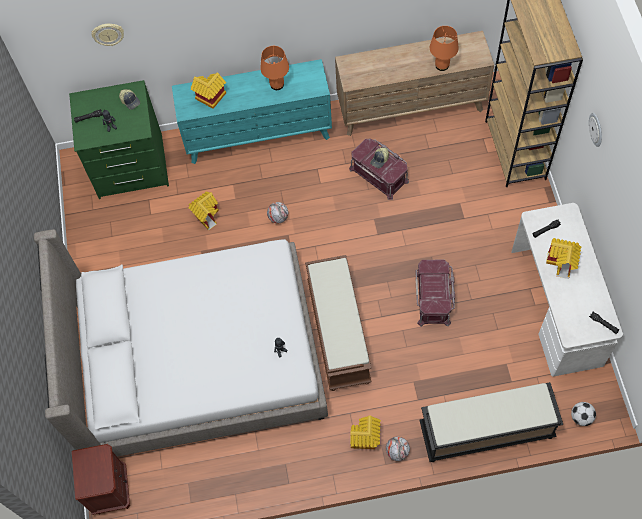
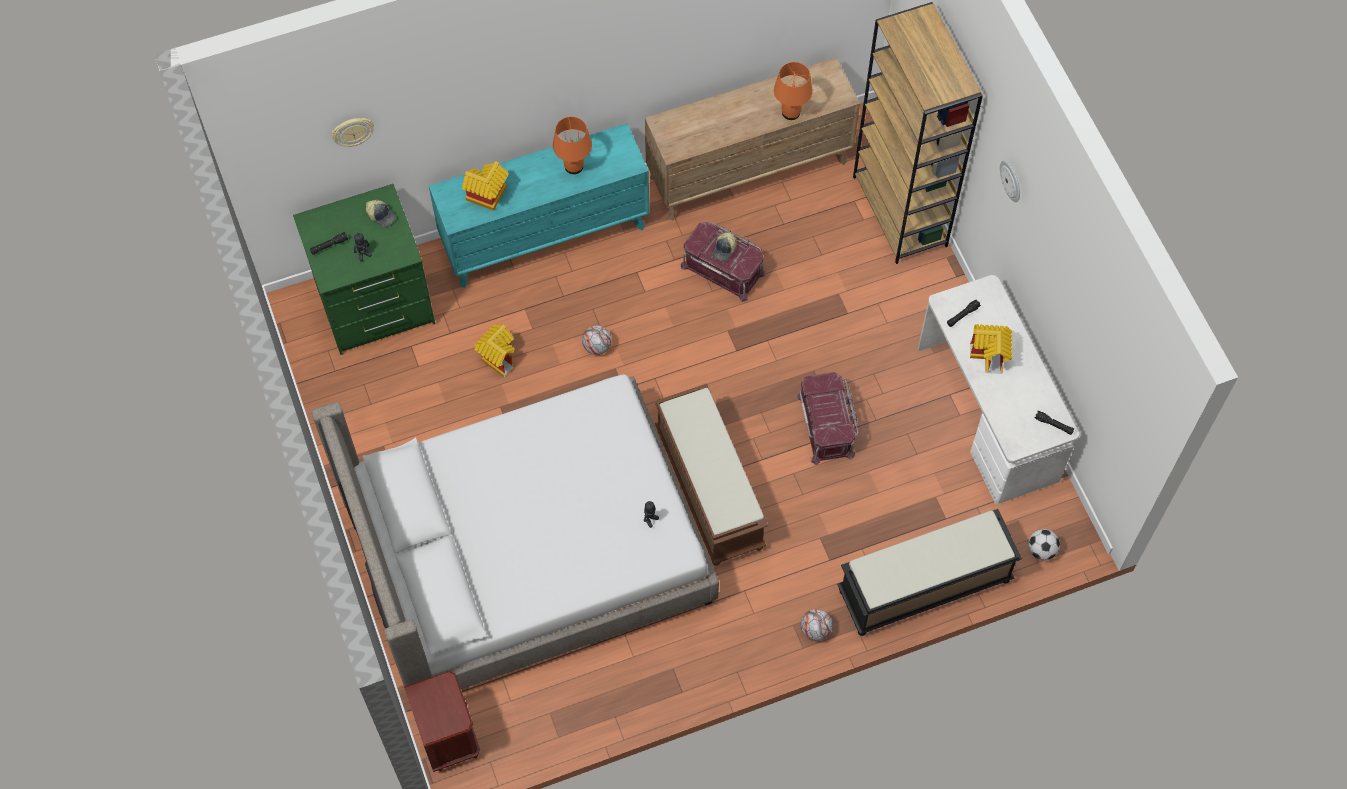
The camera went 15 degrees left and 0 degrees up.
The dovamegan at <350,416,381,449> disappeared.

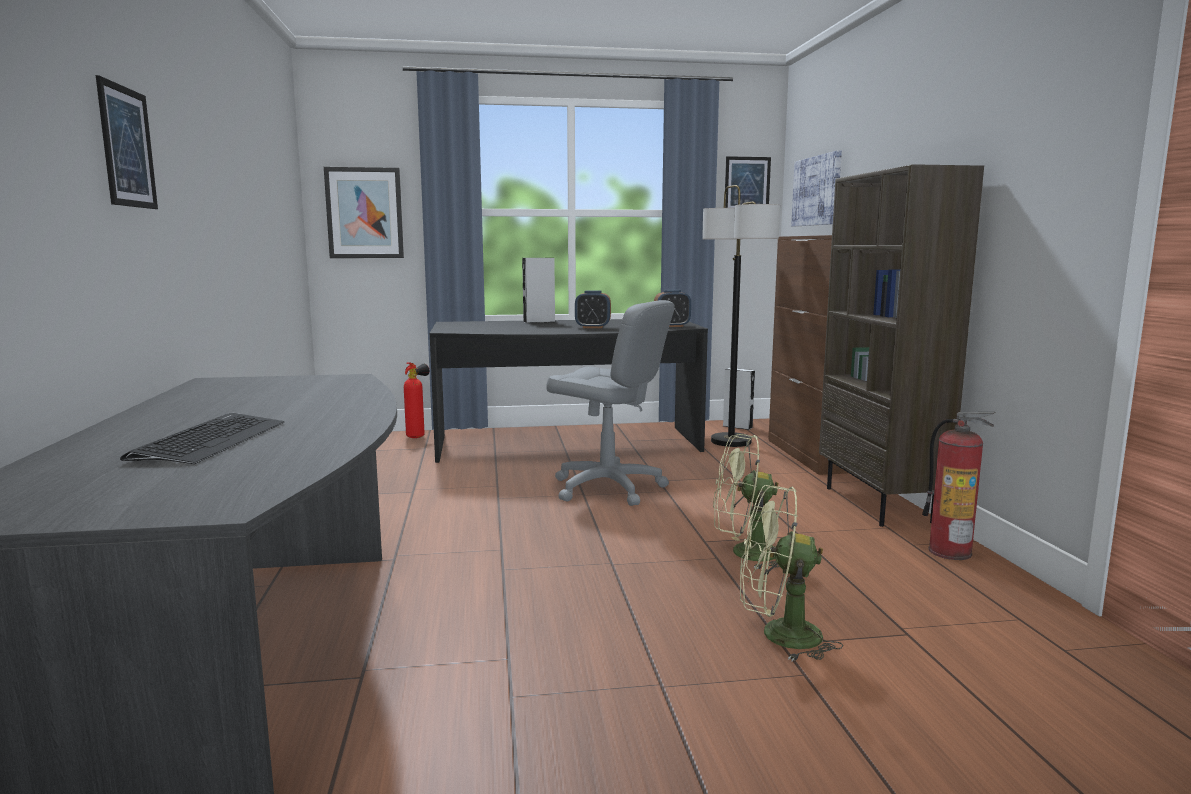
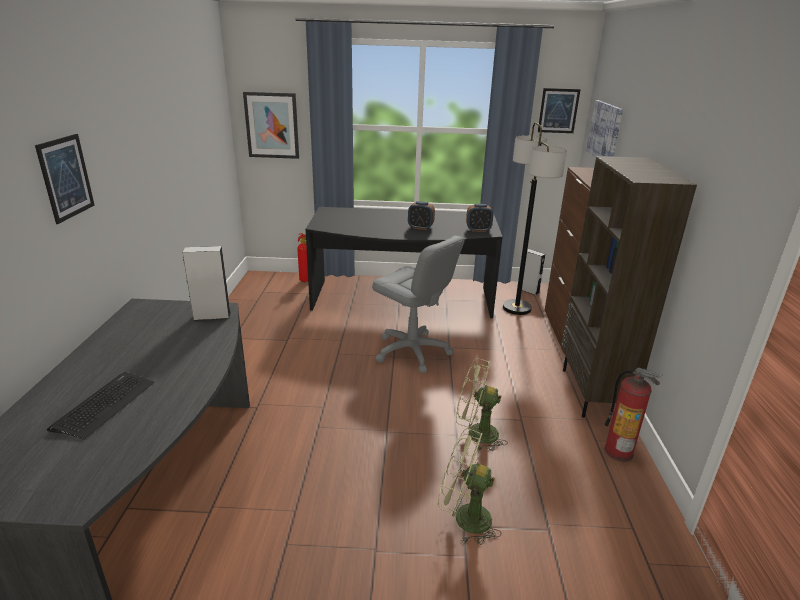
The camera went 10 degrees right and 15 degrees up.
The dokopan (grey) moved from <522,258,555,323> to <182,246,231,321>.

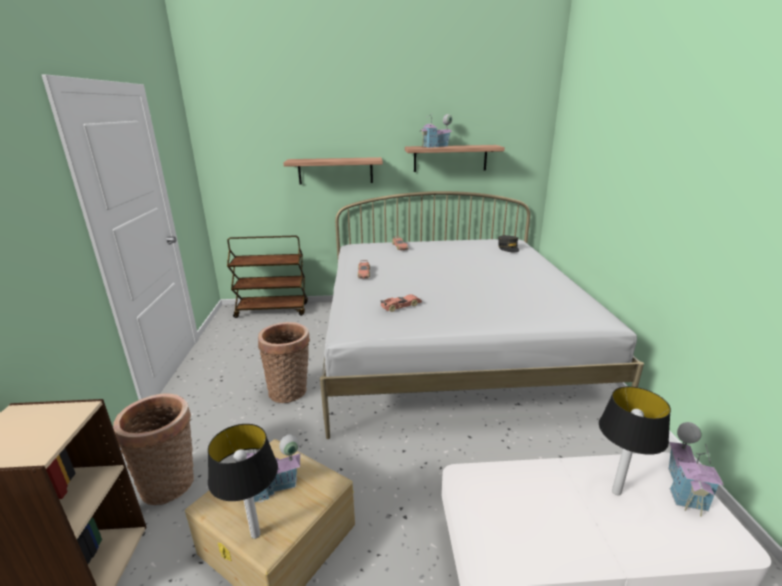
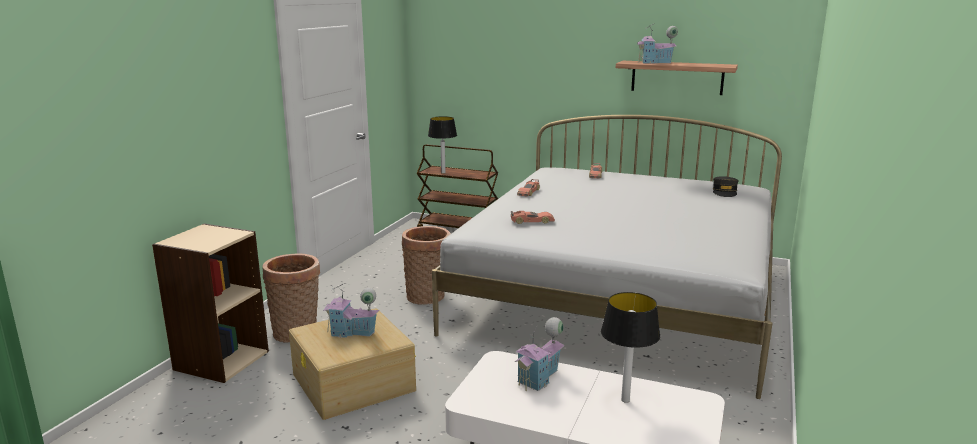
The camera went 25 degrees right and 5 degrees down.
The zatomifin moved from <208,424,278,539> to <428,116,457,174>.
The dovamegan moved from <668,422,724,517> to <515,317,565,391>.
The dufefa at <283,157,383,185> disappeared.

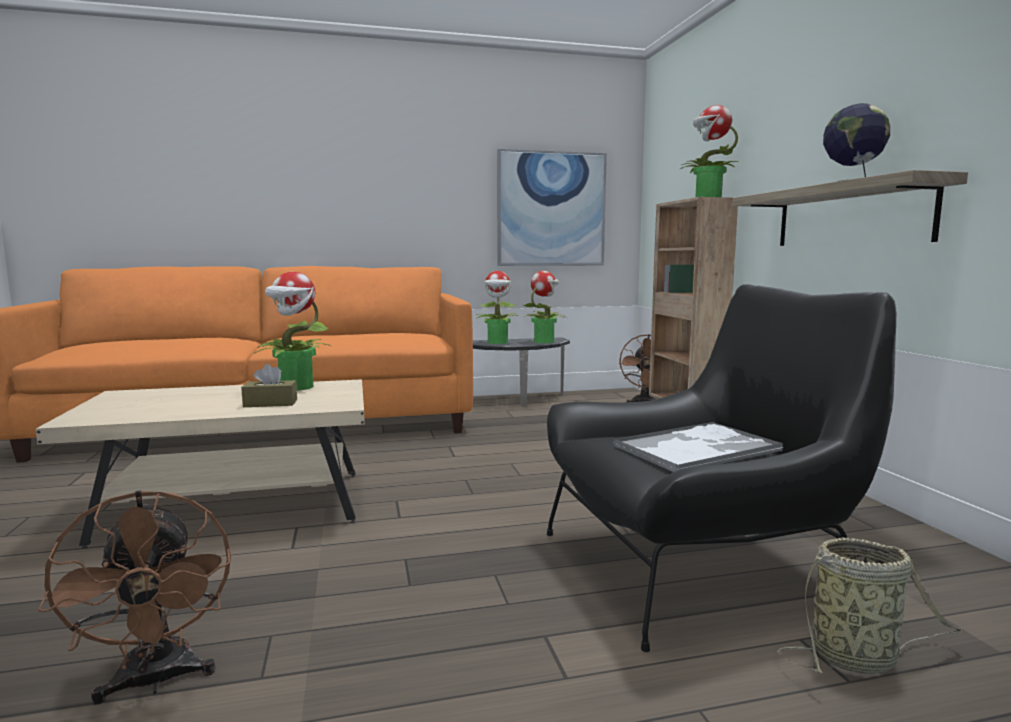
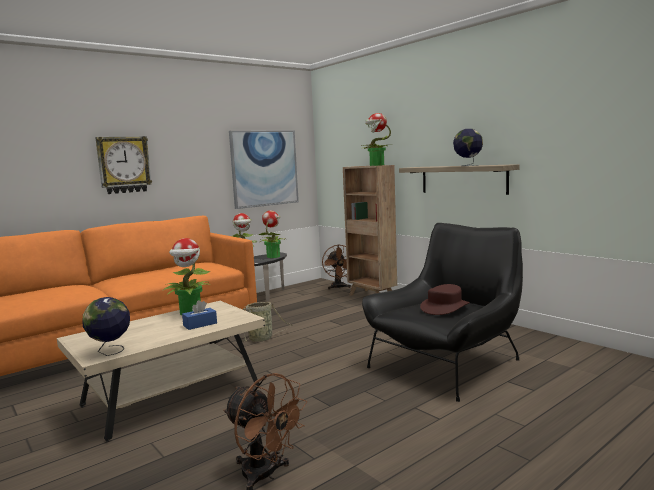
The camera went 25 degrees left and 0 degrees up.
The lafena at <83,297,130,356> appeared.
The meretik at <95,136,152,194> appeared.
The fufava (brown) at <241,364,297,407> became the fufava (blue) at <182,300,217,330>.
The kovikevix moved from <776,537,963,674> to <242,302,293,342>.
The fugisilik at <613,422,784,472> was replaced by the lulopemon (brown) at <420,284,470,315>.

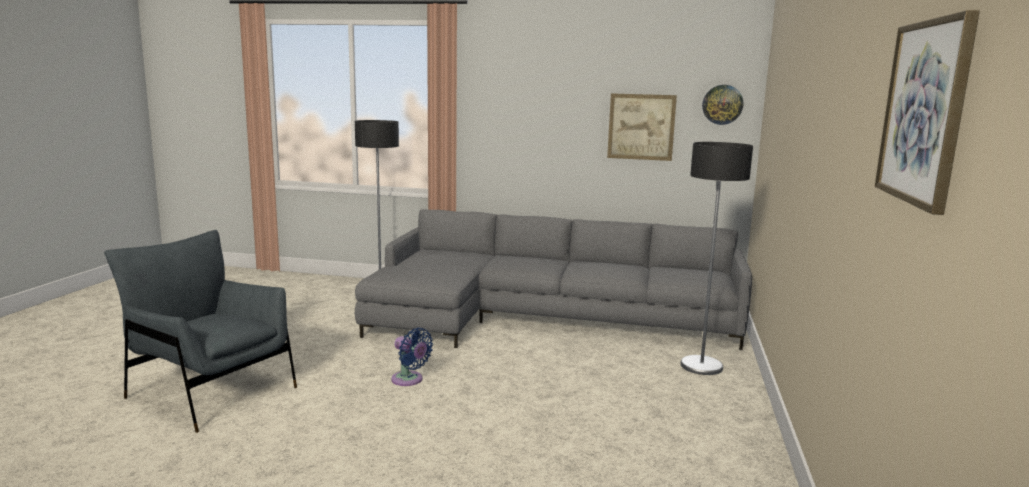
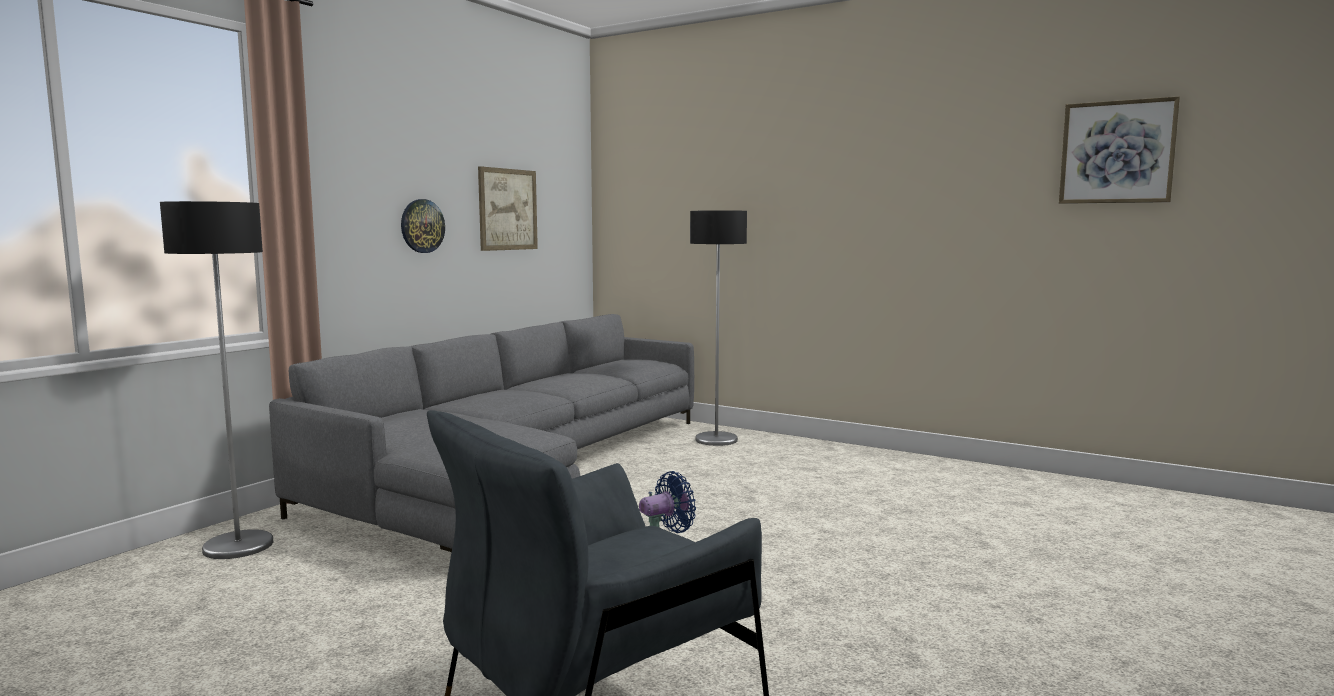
The camera went 70 degrees left and 5 degrees down.
The meretik moved from <702,85,743,125> to <401,199,445,253>.

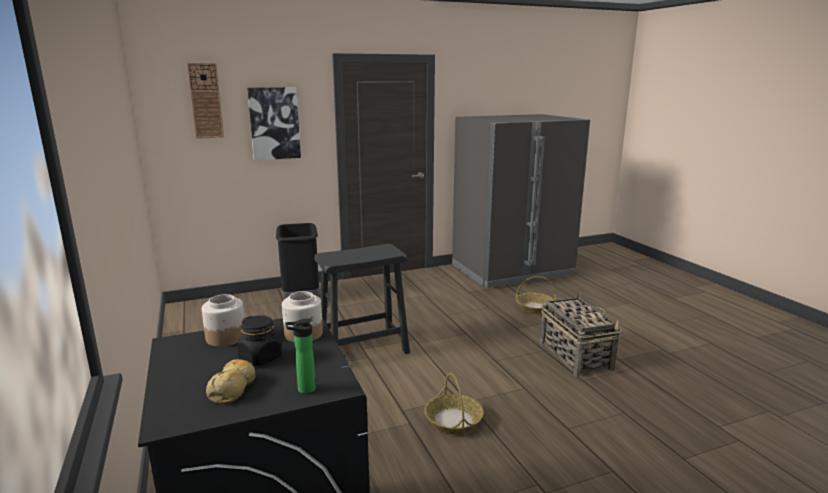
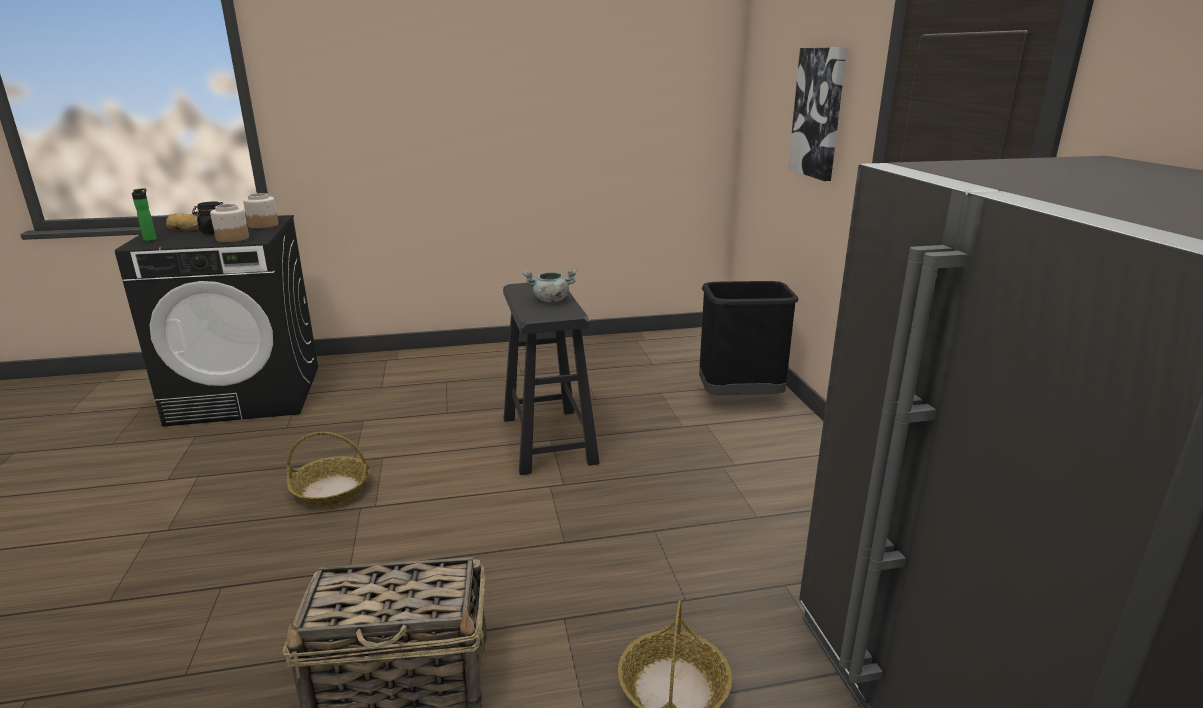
The camera went 100 degrees right and 5 degrees up.
The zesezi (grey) at <523,269,577,302> appeared.
The meretik at <187,63,224,139> disappeared.

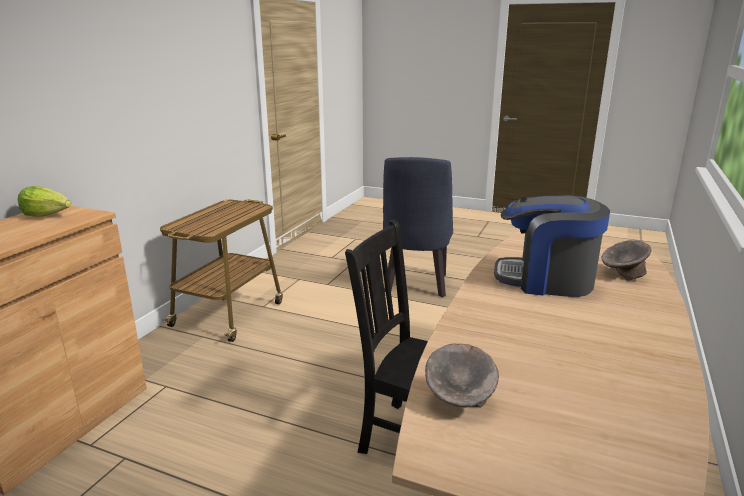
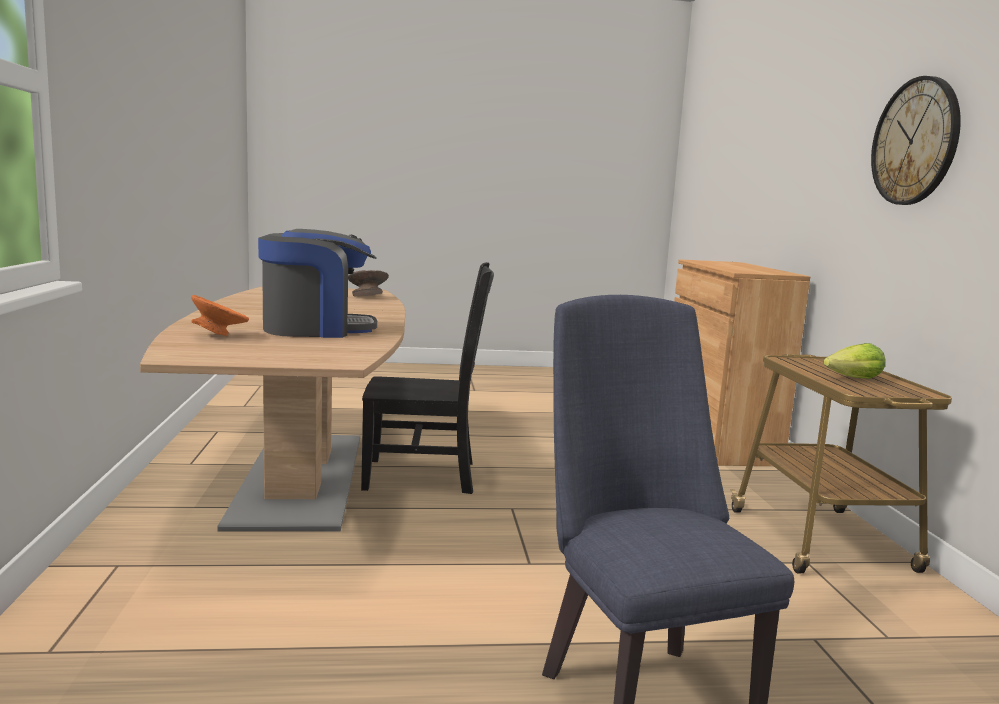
The camera went 150 degrees right and 10 degrees down.
The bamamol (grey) at <602,240,651,280> became the bamamol (orange) at <191,295,249,336>.
The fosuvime moved from <18,186,71,217> to <824,343,886,379>.
The meretik at <871,76,961,205> appeared.

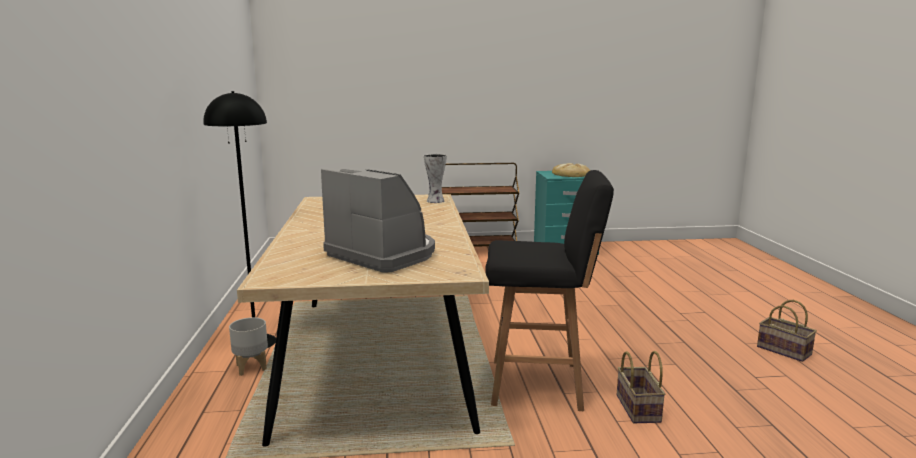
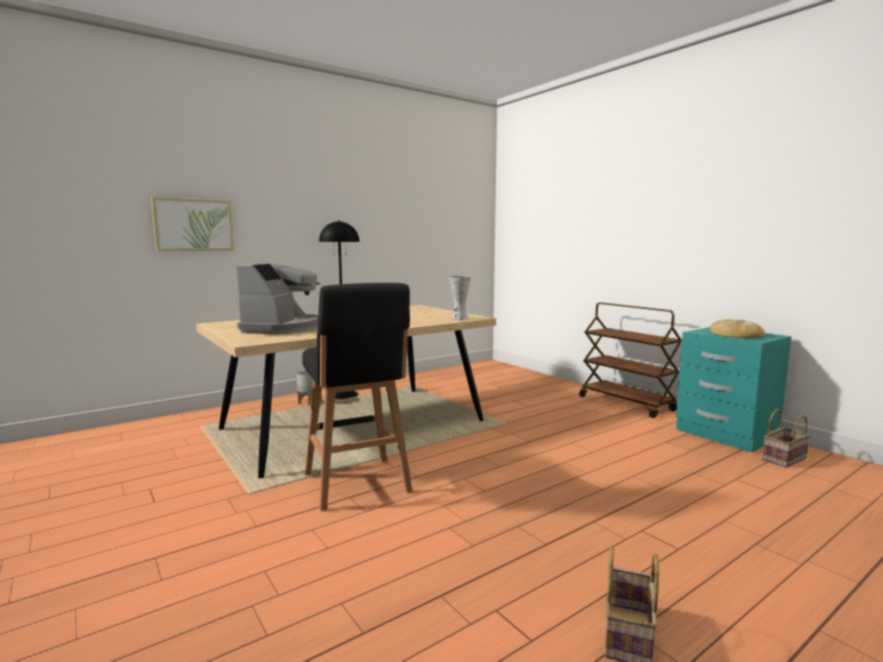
The camera went 60 degrees right and 5 degrees down.
The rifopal at <151,197,234,251> appeared.
The kovikevix moved from <617,351,665,423> to <762,409,811,468>.

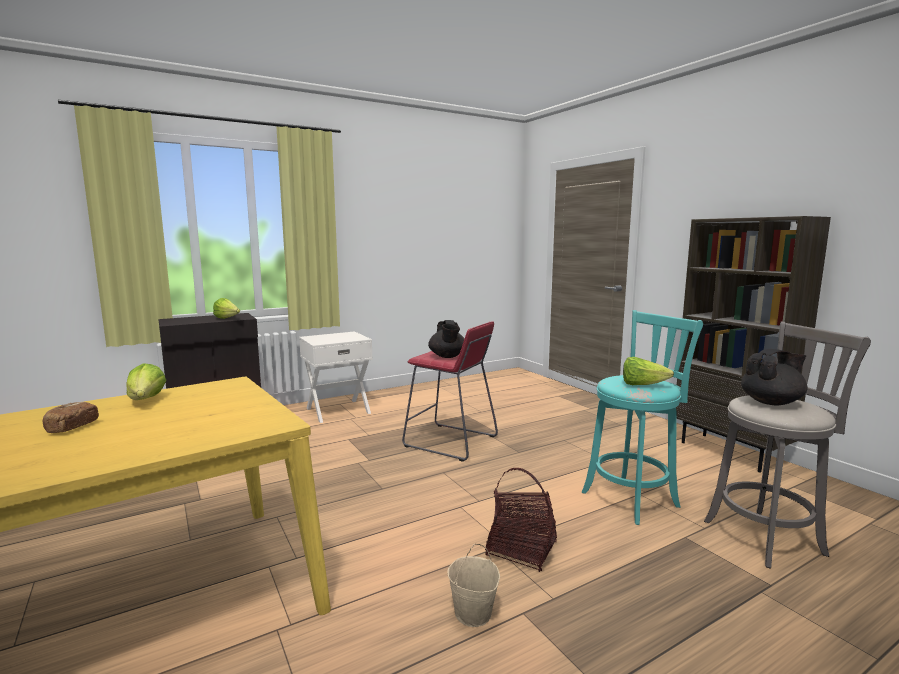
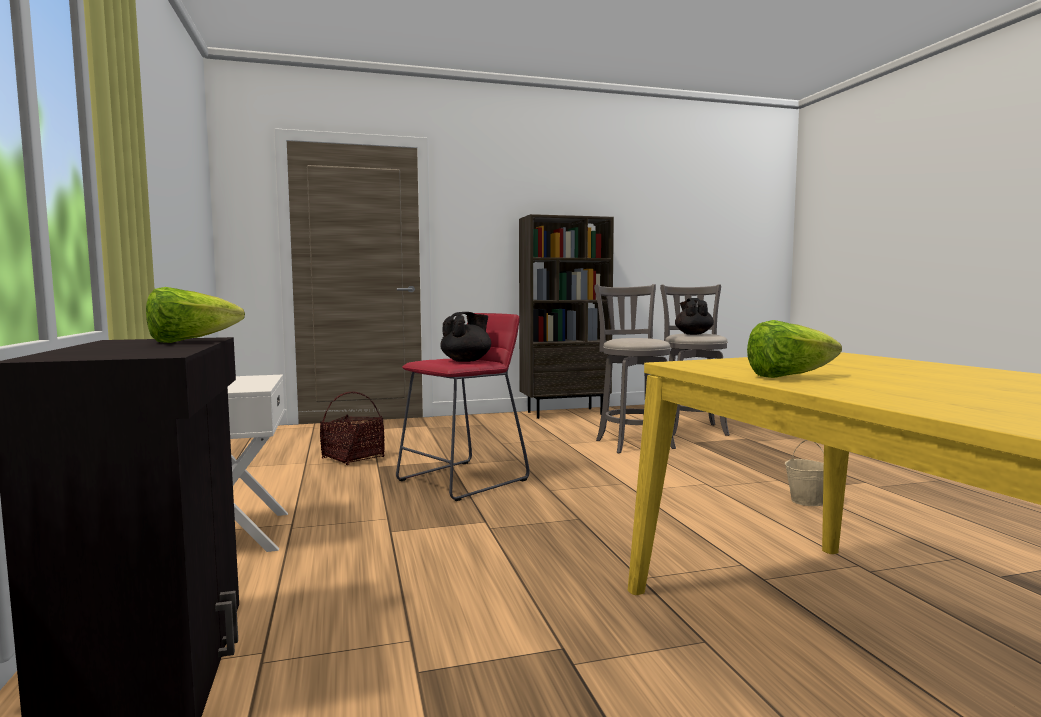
The camera went 75 degrees left and 5 degrees down.
The kovikevix moved from <485,468,557,572> to <320,392,385,465>.
The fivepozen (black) at <428,320,464,358> turned 60 degrees counterclockwise.
The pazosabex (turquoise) at <582,310,703,525> became the pazosabex (grey) at <594,284,676,454>.
The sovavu at <43,402,99,433> disappeared.
The fosuvime at <623,357,674,385> disappeared.

